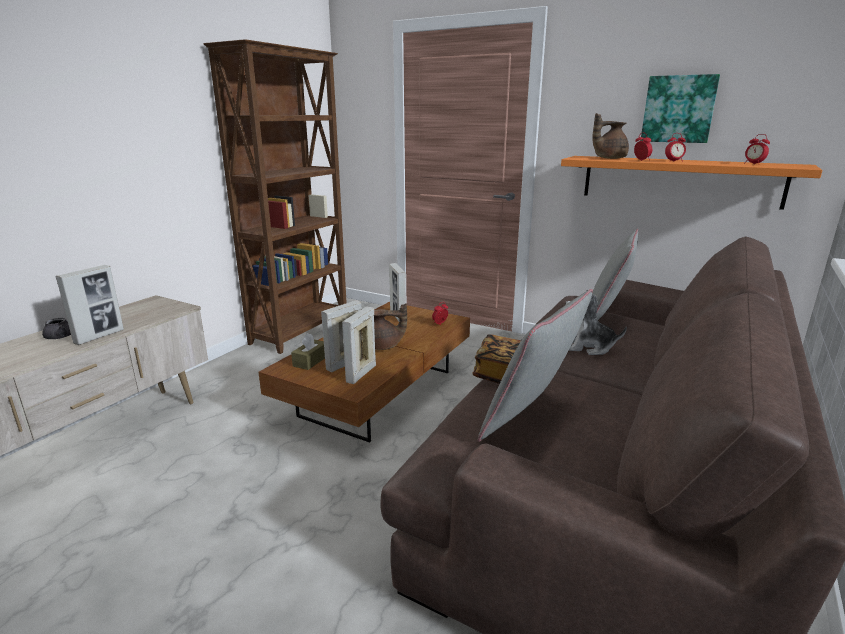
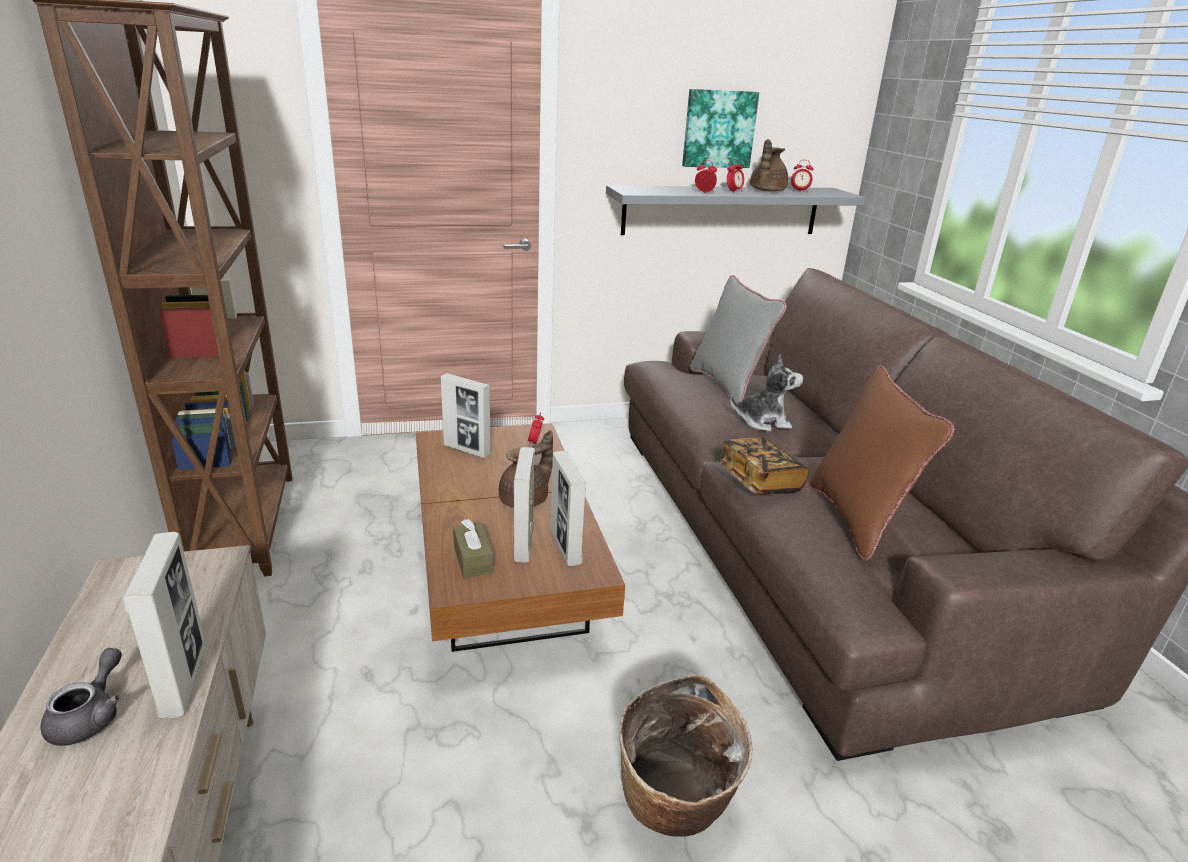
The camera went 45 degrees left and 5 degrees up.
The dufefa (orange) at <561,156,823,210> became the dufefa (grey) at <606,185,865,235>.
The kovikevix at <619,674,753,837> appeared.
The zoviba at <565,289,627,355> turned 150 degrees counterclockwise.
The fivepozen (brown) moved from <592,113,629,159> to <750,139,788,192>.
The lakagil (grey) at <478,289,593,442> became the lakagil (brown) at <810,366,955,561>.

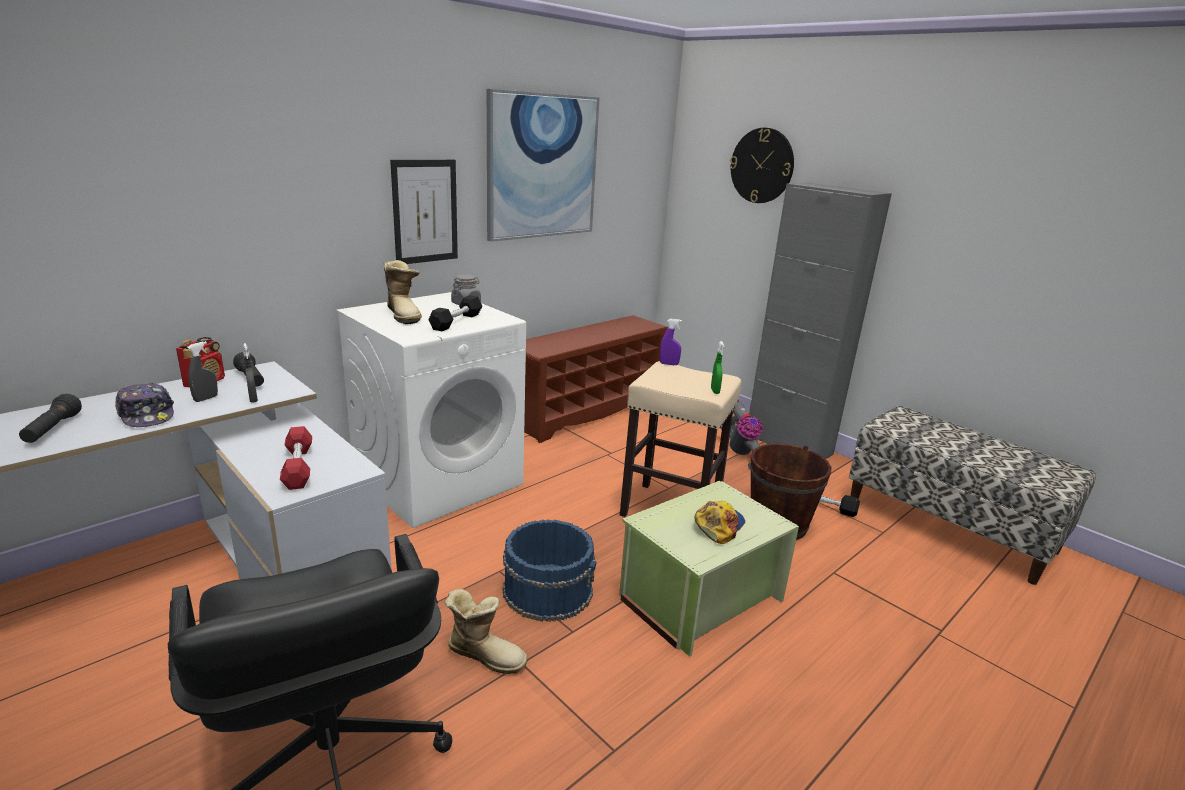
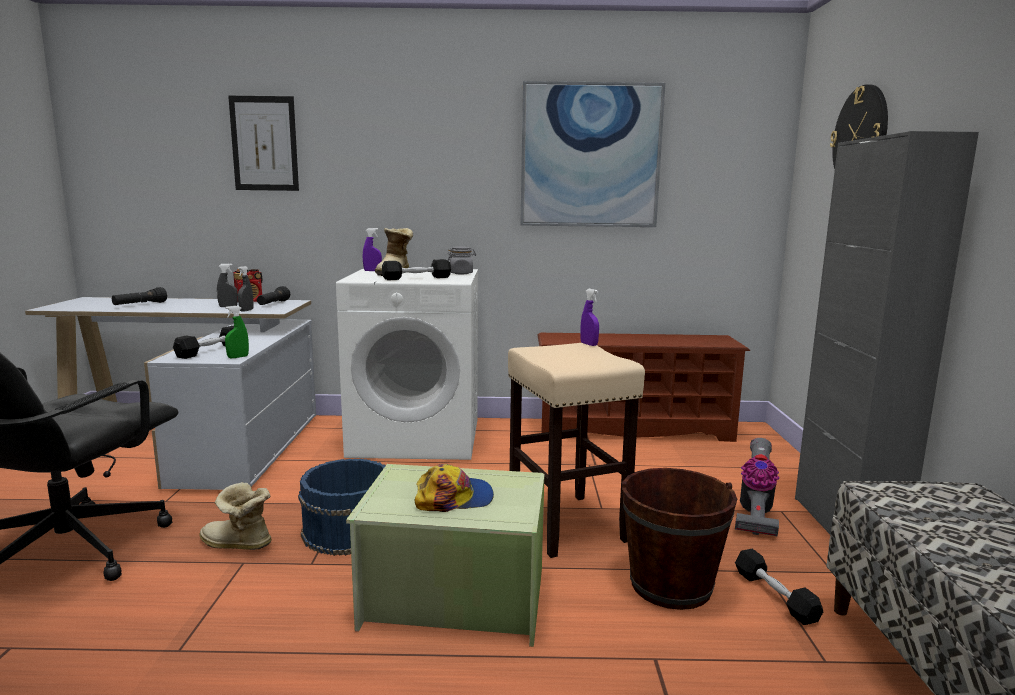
The camera went 45 degrees right and 10 degrees down.
The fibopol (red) at <280,426,312,490> became the fibopol (black) at <173,326,234,359>.
The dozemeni at <444,589,528,674> turned 135 degrees clockwise.
The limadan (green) moved from <711,341,724,394> to <225,306,249,358>.
The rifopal moved from <390,160,458,264> to <228,96,299,191>.
The limadan (purple) at <363,228,382,271> appeared.
The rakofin at <115,383,174,427> disappeared.

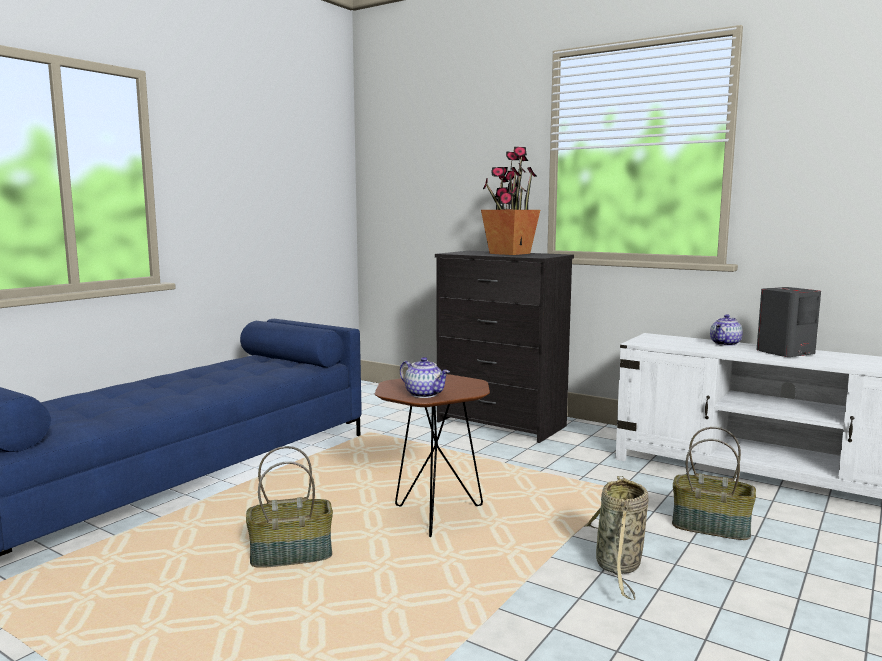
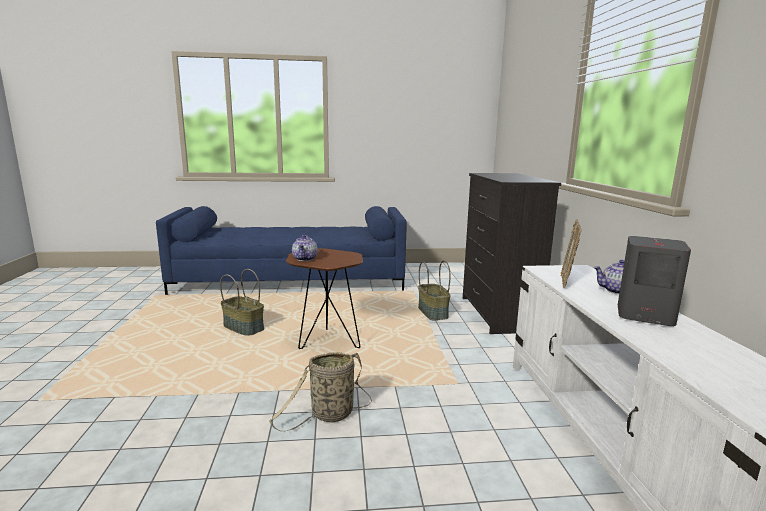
The camera went 50 degrees right and 5 degrees up.
The kovikevix moved from <672,427,756,540> to <418,260,450,320>.
The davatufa at <561,219,582,288> appeared.
The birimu at <481,147,540,255> disappeared.

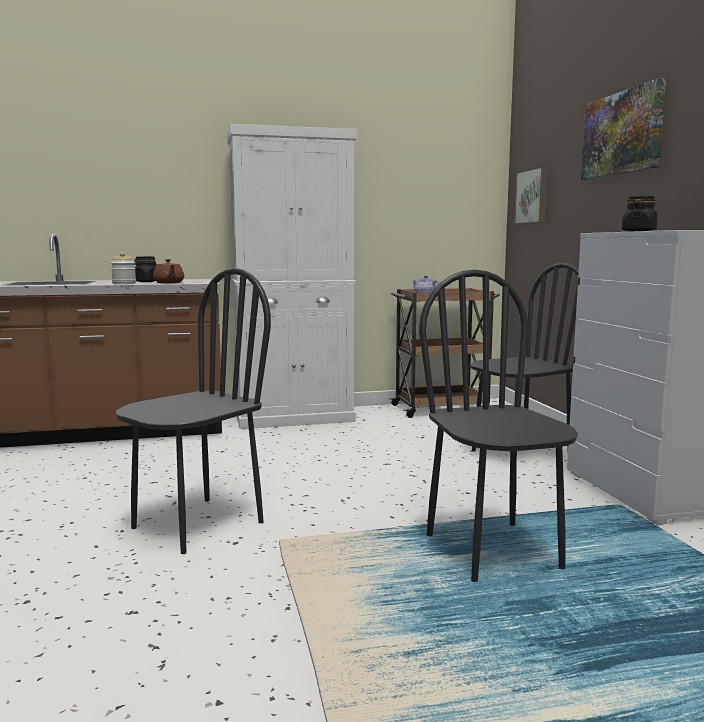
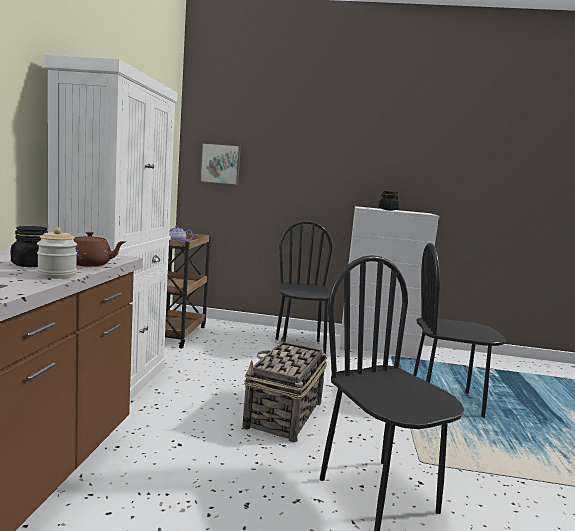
The camera went 70 degrees left and 0 degrees up.
The kovikevix at <242,337,327,443> appeared.
The rifopal at <581,78,666,180> disappeared.

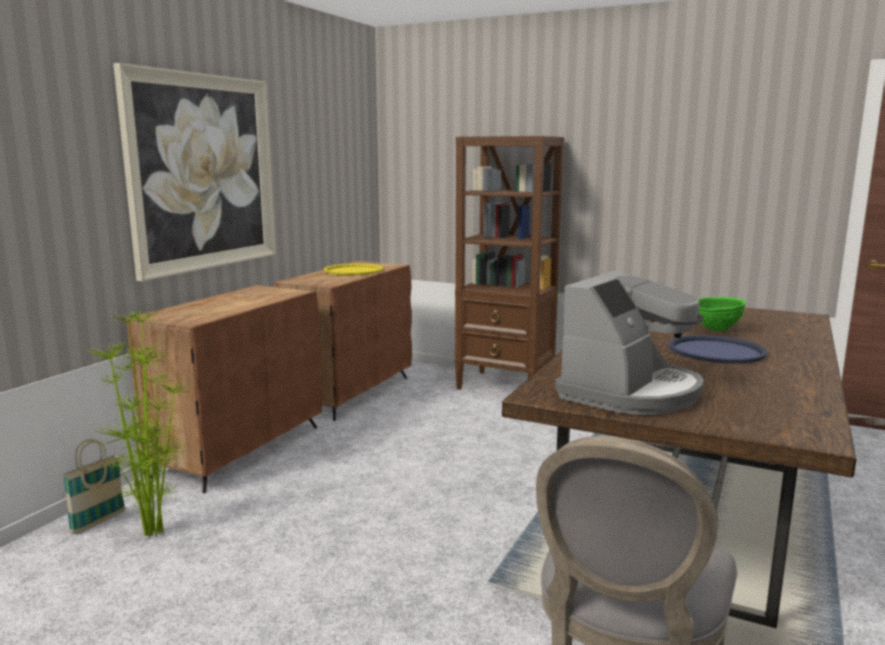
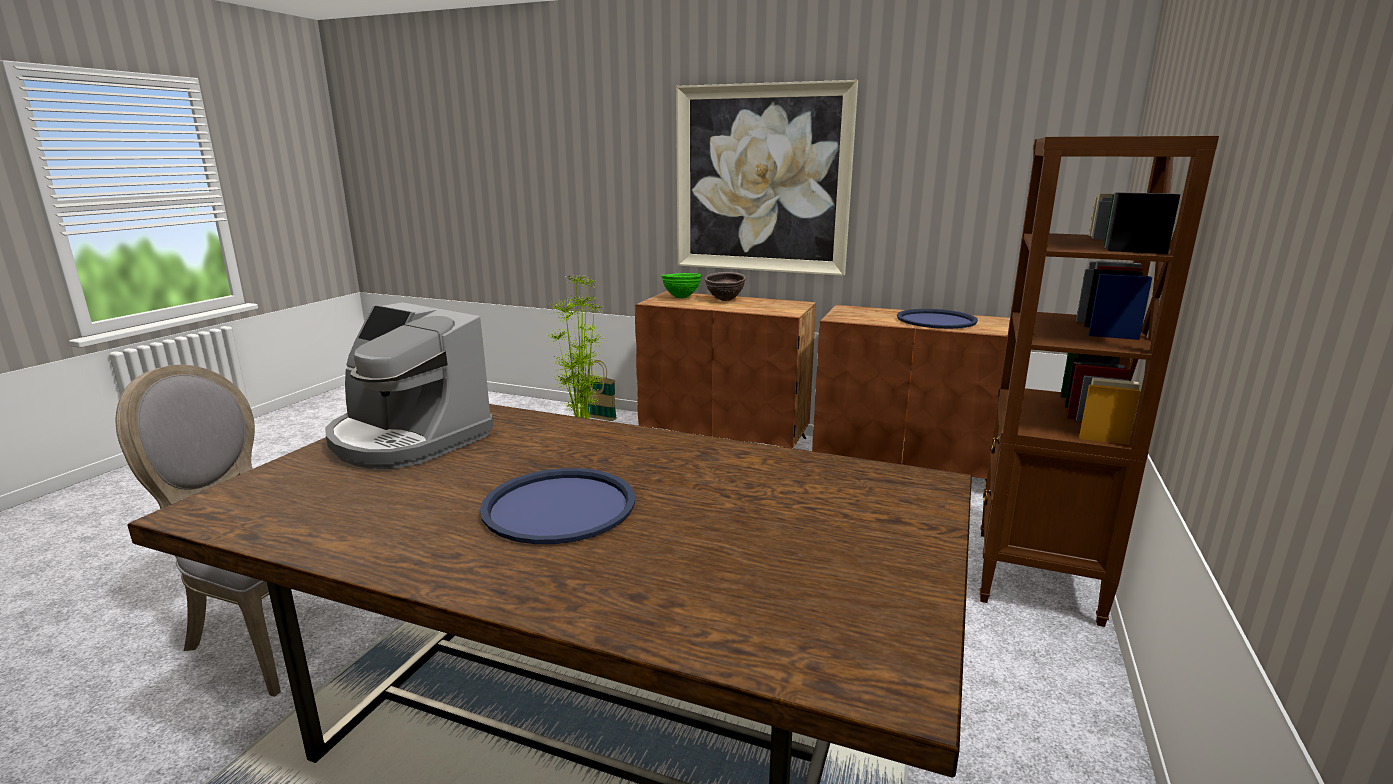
The camera went 85 degrees right and 5 degrees up.
The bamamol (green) moved from <697,297,746,331> to <661,273,701,298>.
The bamamol (brown) at <705,272,746,301> appeared.
The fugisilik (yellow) at <324,263,383,275> became the fugisilik (blue) at <897,309,978,329>.

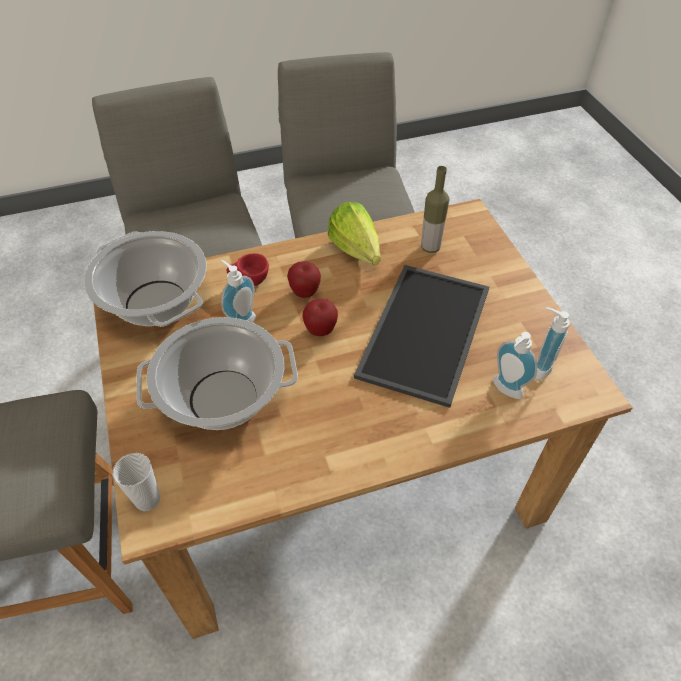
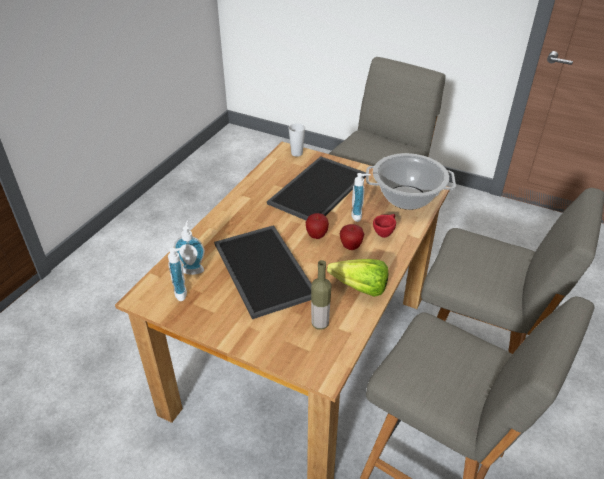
The camera went 135 degrees right and 10 degrees down.
The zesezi at <136,317,298,430> was replaced by the fugisilik at <267,156,366,220>.

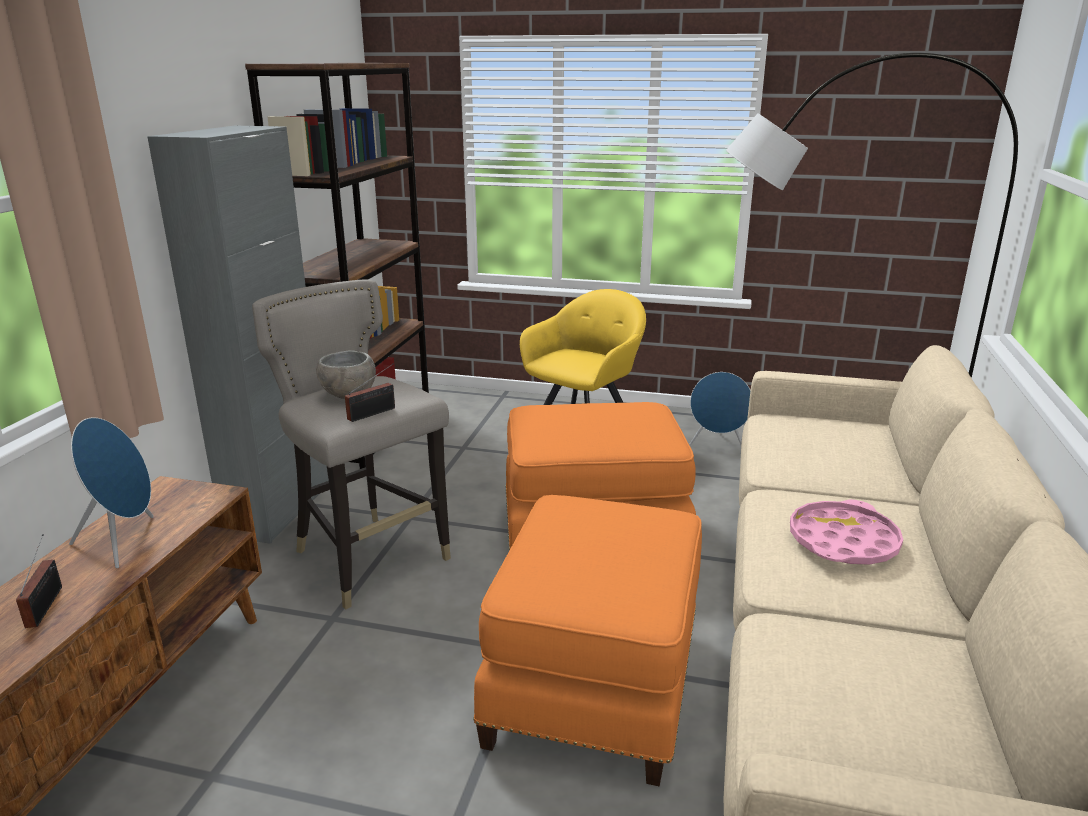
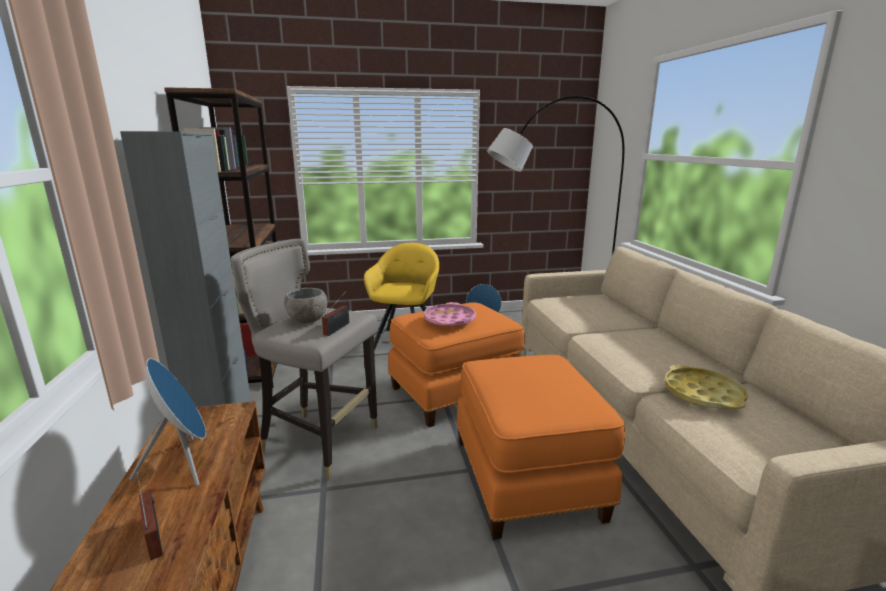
The camera went 25 degrees left and 5 degrees down.
The fugisilik (pink) moved from <790,500,903,565> to <424,302,476,326>.
The fugisilik (yellow) at <664,365,748,409> appeared.

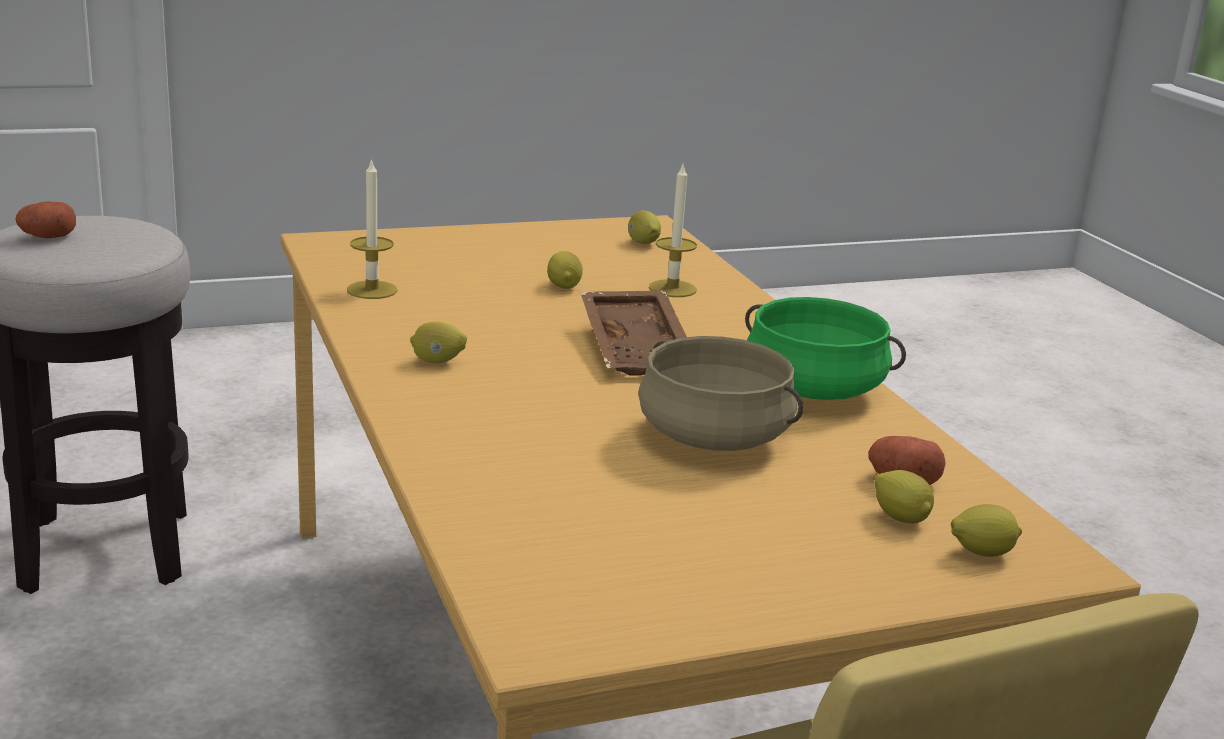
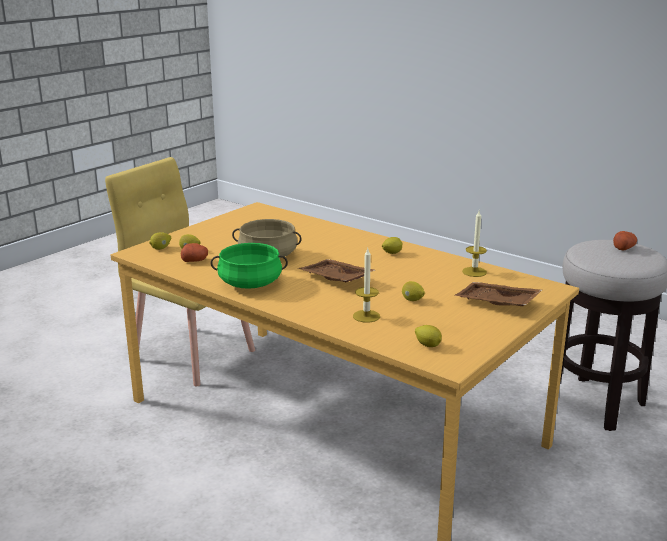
The camera went 150 degrees right and 0 degrees up.
The fugisilik (brown) at <455,282,542,306> appeared.

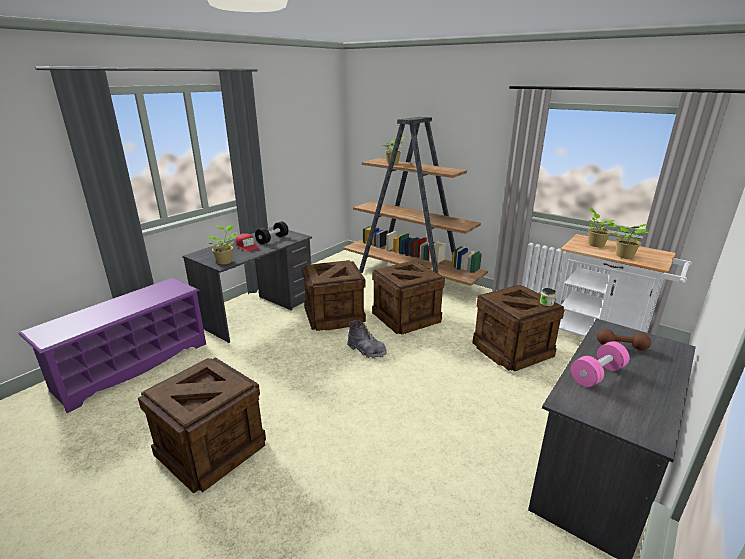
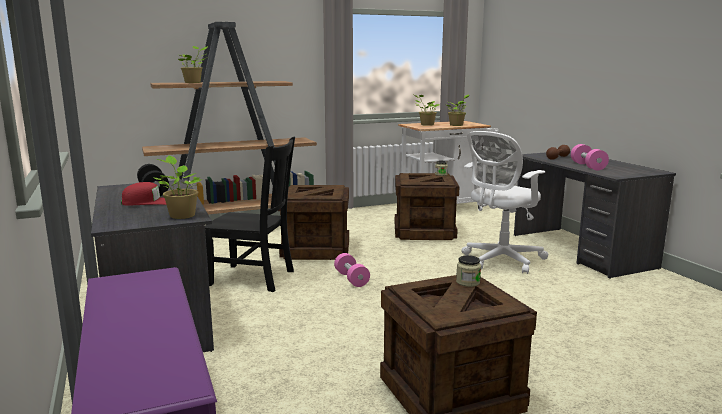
The camera went 60 degrees left and 10 degrees down.
The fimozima at <302,260,366,331> was replaced by the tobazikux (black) at <205,137,295,292>.
The dozemeni (grey) at <347,320,387,358> was replaced by the fibopol (pink) at <334,253,370,287>.
The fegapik at <456,255,481,287> appeared.
The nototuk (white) at <461,131,548,274> appeared.

